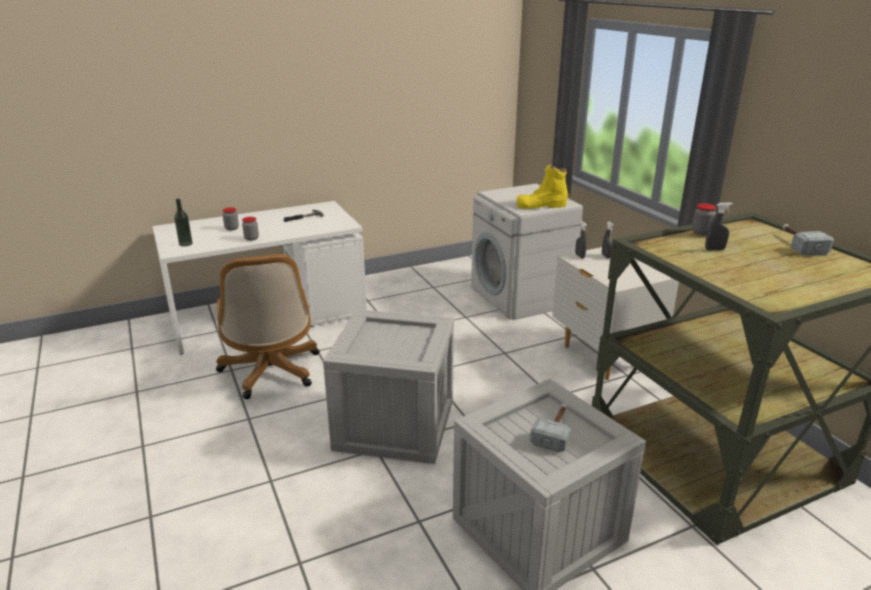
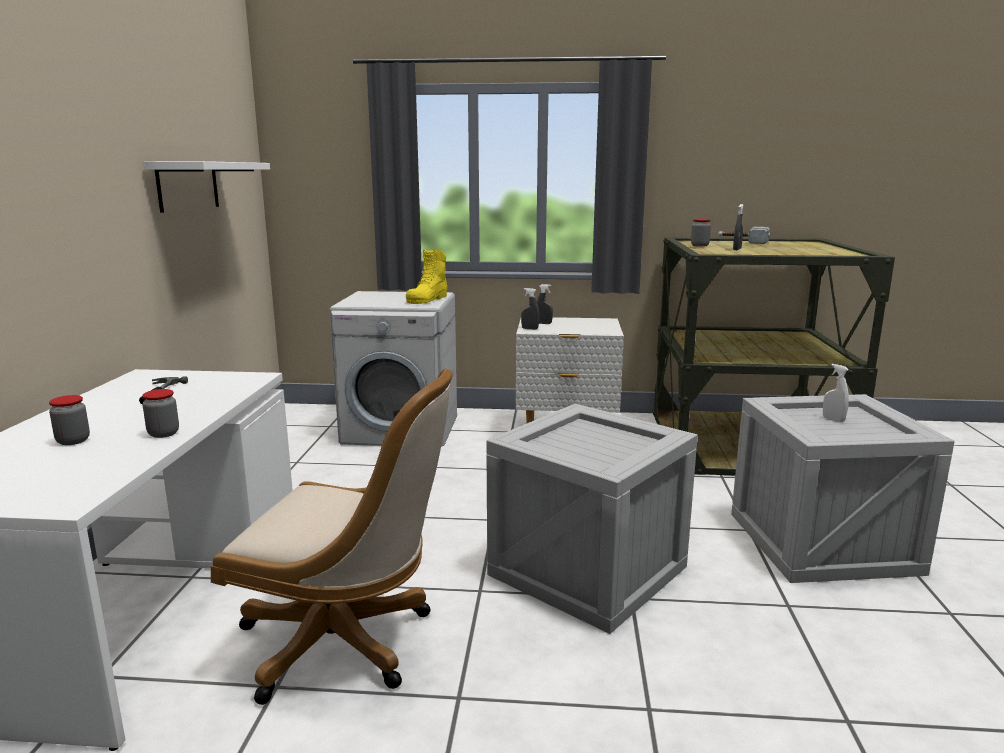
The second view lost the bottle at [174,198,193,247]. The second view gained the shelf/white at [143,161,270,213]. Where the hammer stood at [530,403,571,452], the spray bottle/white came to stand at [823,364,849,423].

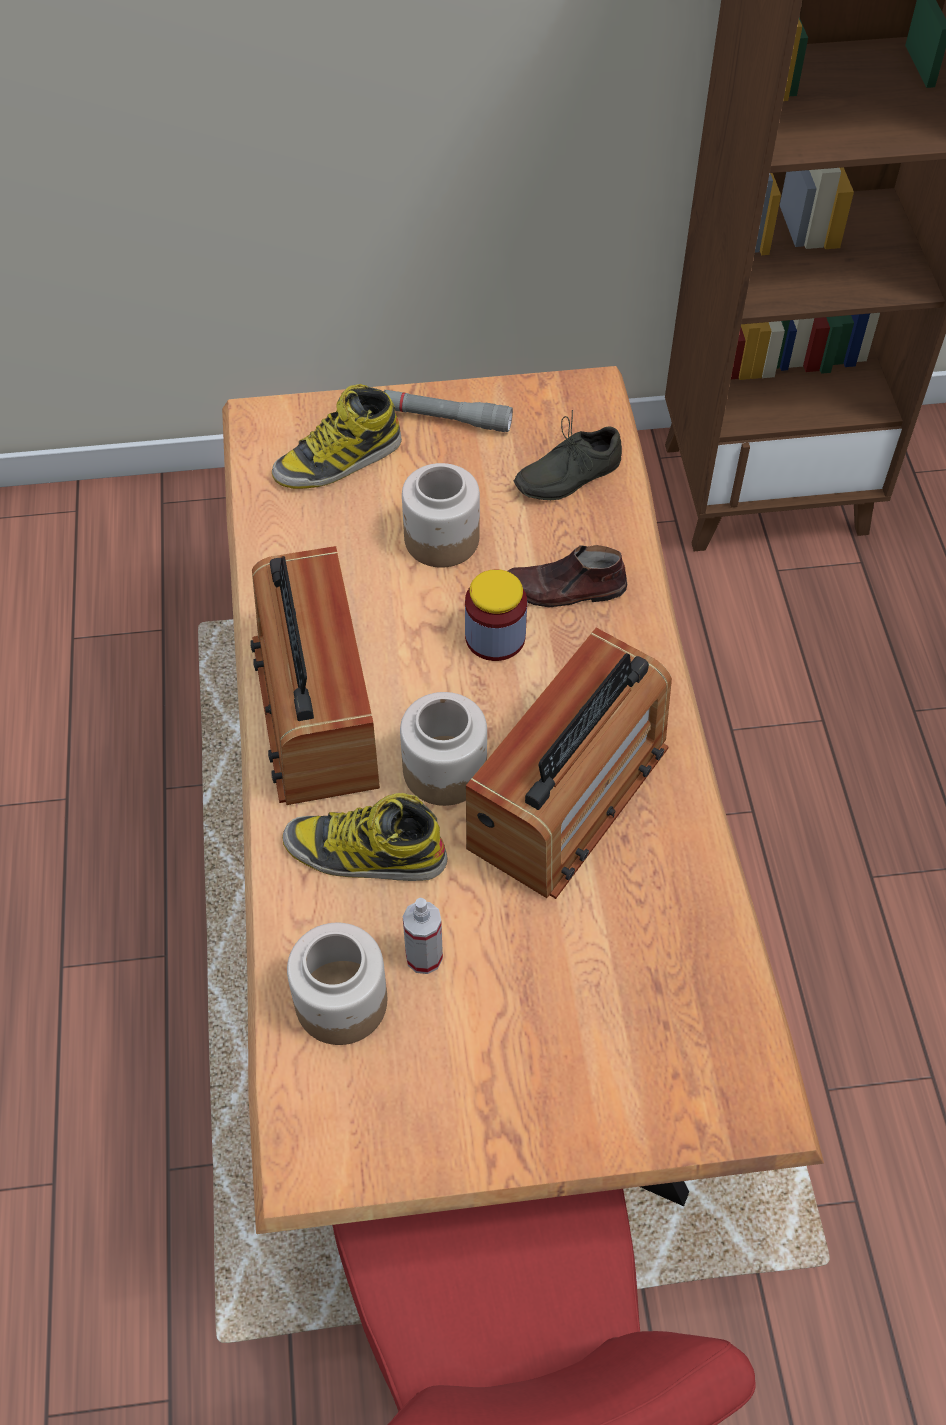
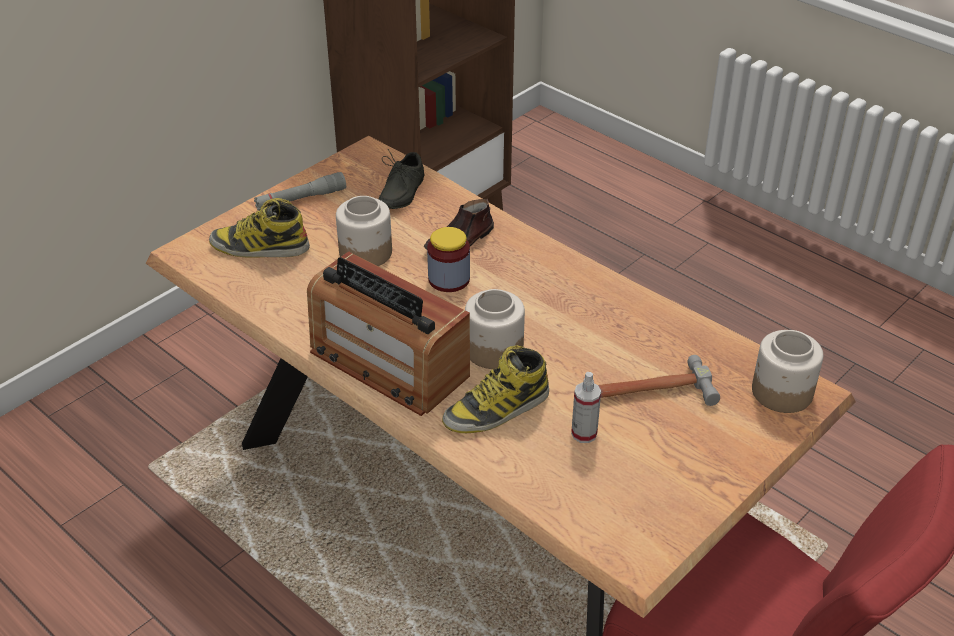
The second view lost the radio at [466,628,672,899]. The second view gained the hammer at [598,355,720,406]. The jar ended up elsewhere, having gone from [287,923,387,1045] to [752,330,823,413]. The boot at [272,384,402,489] ended up facing another way, 75 degrees clockwise from before.

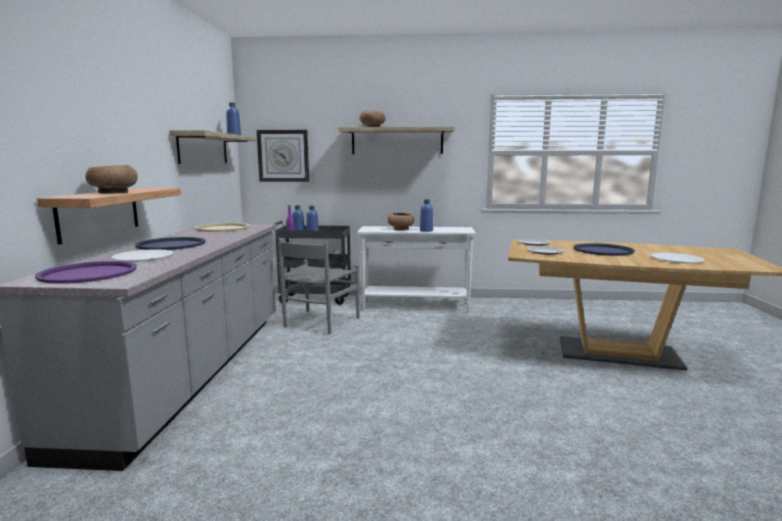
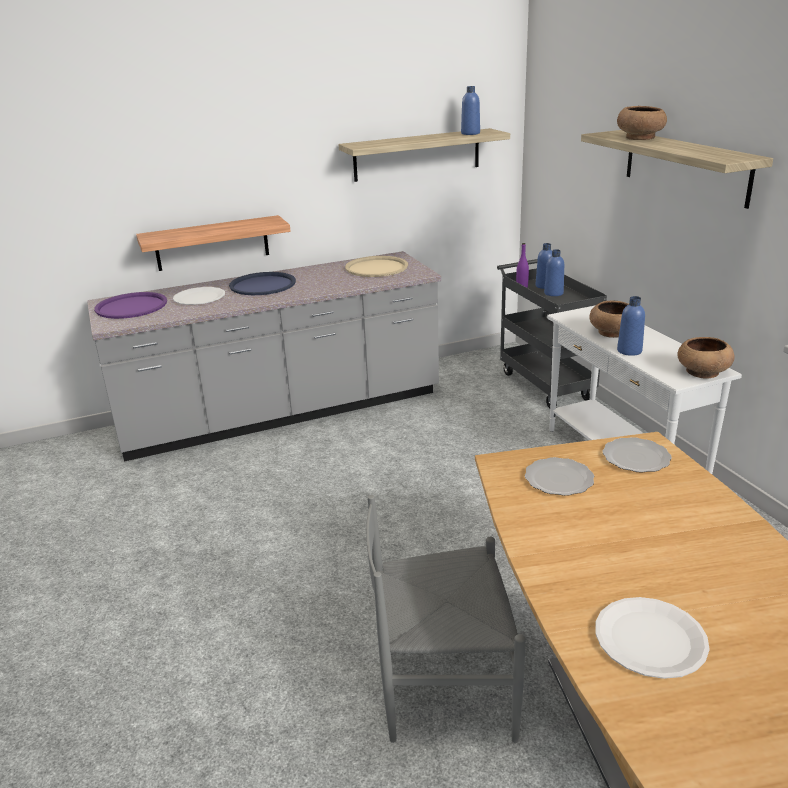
The second view lost the wall clock at [257,130,309,182]. The second view lost the tray/blue at [573,243,635,256]. The bowl/brown ended up elsewhere, having gone from [85,165,138,194] to [677,337,734,379]. The chair/grey ended up elsewhere, having gone from [278,238,360,334] to [366,495,526,743].

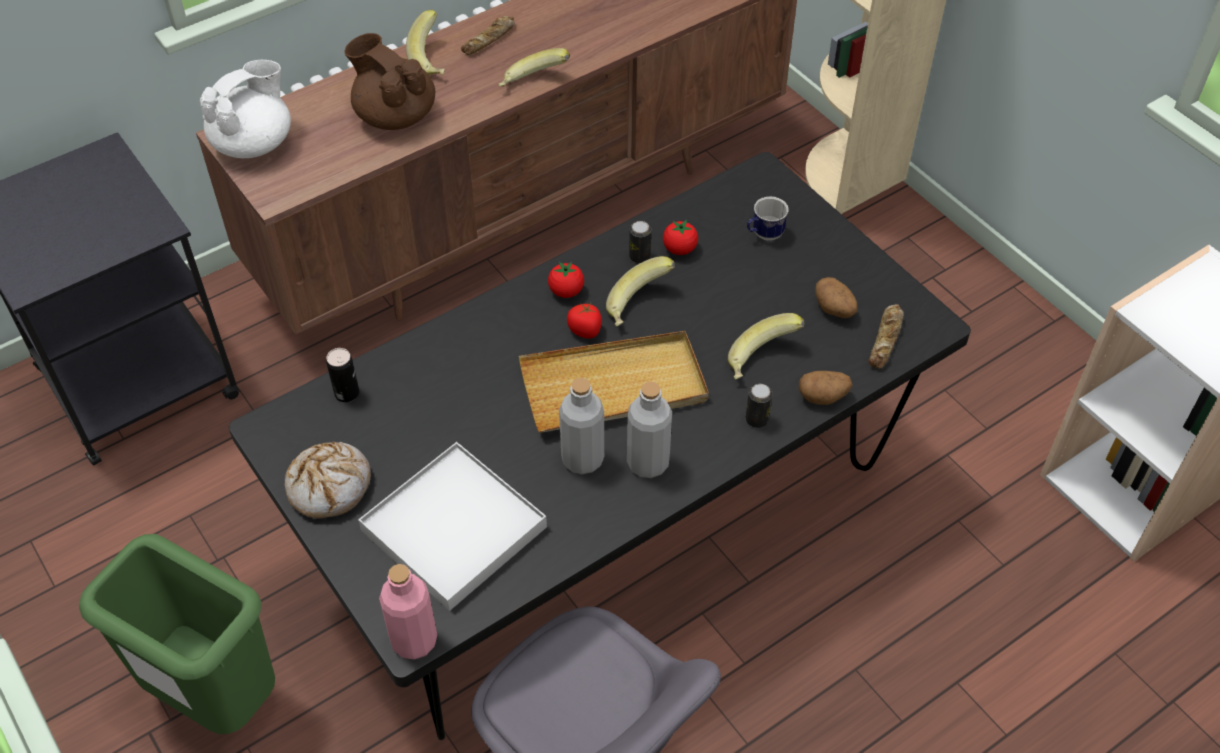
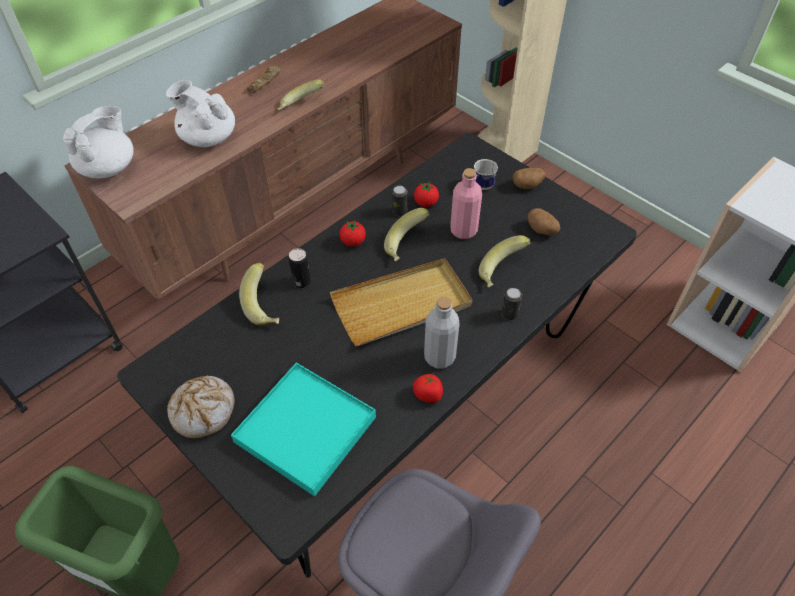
The second view lost the bottle/grey at [559,378,604,474]. The second view lost the bread at [868,304,904,369]. The can ended up elsewhere, having gone from [326,348,359,402] to [289,248,311,288]. The bottle/pink ended up elsewhere, having gone from [379,564,437,660] to [450,168,482,239]. The banana ended up elsewhere, having gone from [406,10,445,75] to [239,263,279,325]. The tomato ended up elsewhere, having gone from [567,303,602,339] to [413,374,443,403]. The potato ended up elsewhere, having gone from [799,371,853,405] to [512,168,546,189]. What was the teapot/brown at [344,33,435,130] turned into the teapot/white at [166,80,235,147]. What was the tray/white at [358,442,547,611] turned into the tray/turquoise at [231,363,376,496].

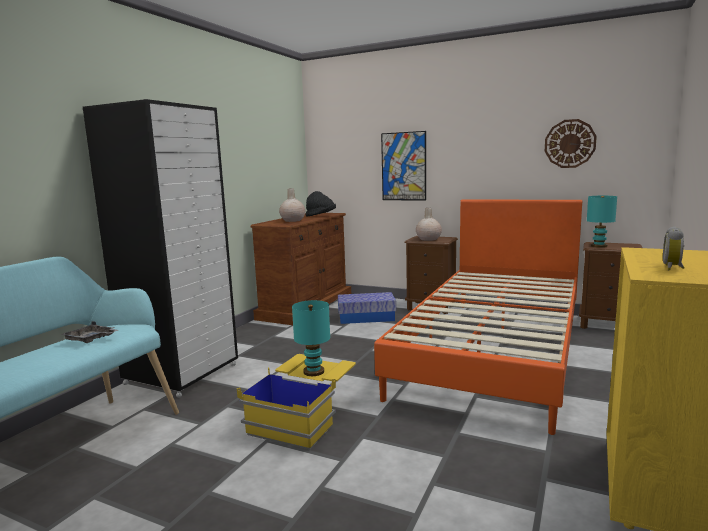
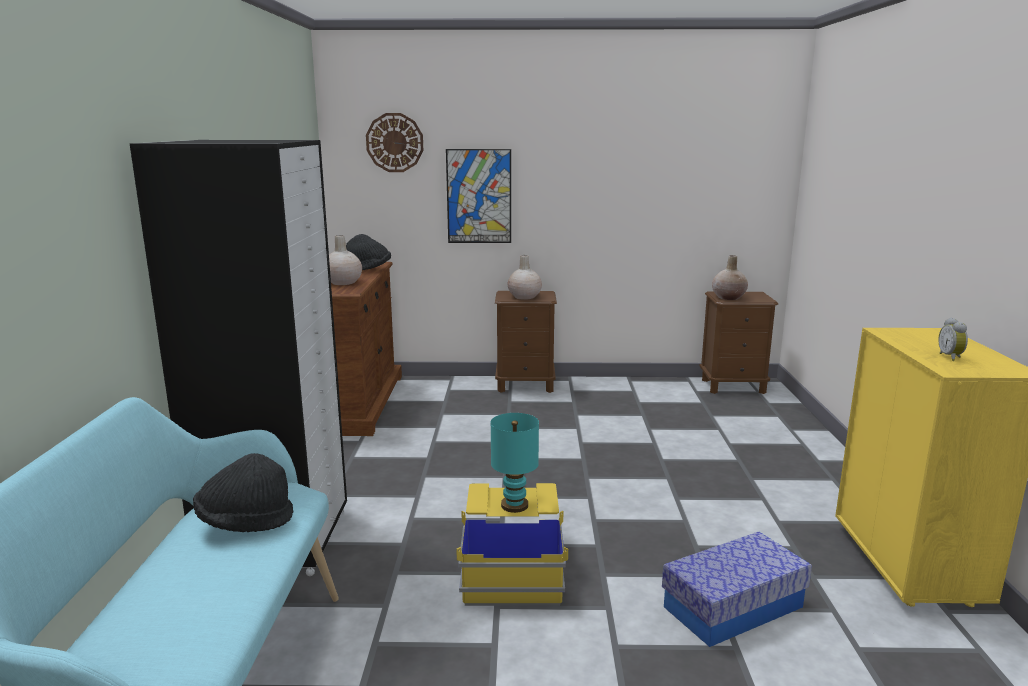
The second view lost the bed/orange at [374,199,582,435]. The storage box ended up elsewhere, having gone from [338,292,396,324] to [662,532,812,647]. The wall clock ended up elsewhere, having gone from [545,119,597,168] to [366,113,423,172]. Where the tray/grey stood at [61,321,118,343], the hat/black came to stand at [193,453,294,532]. Where the table lamp/turquoise stood at [587,196,617,248], the vase/beige came to stand at [712,255,748,300].

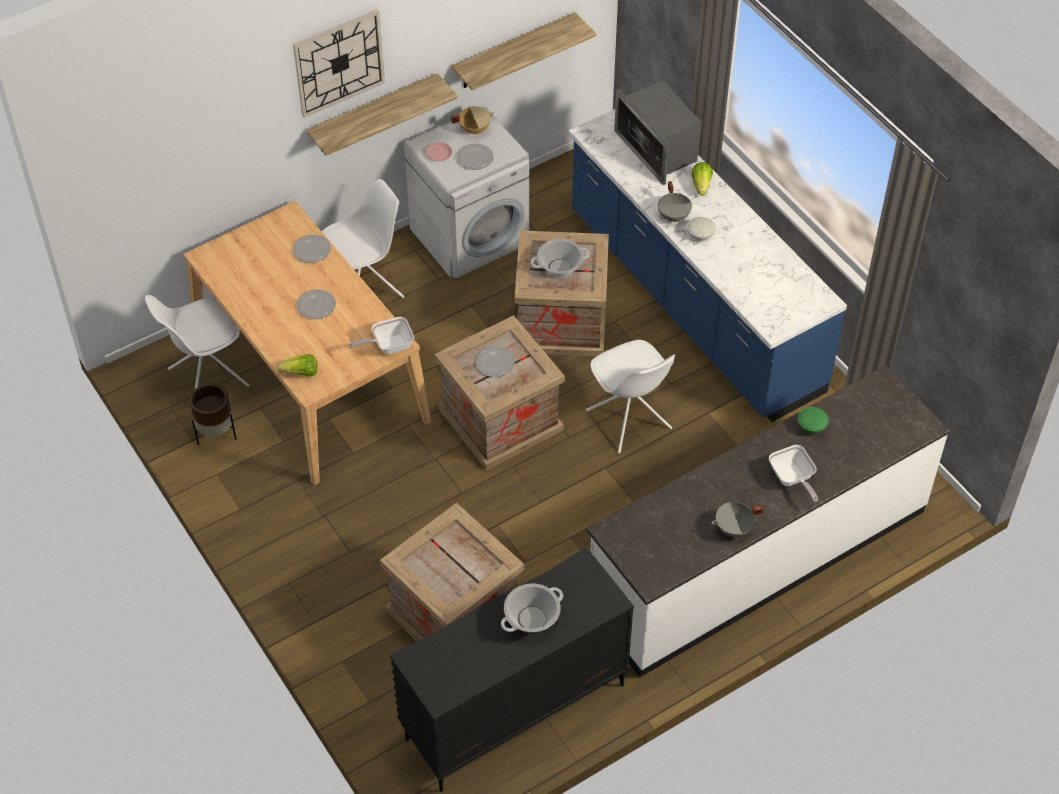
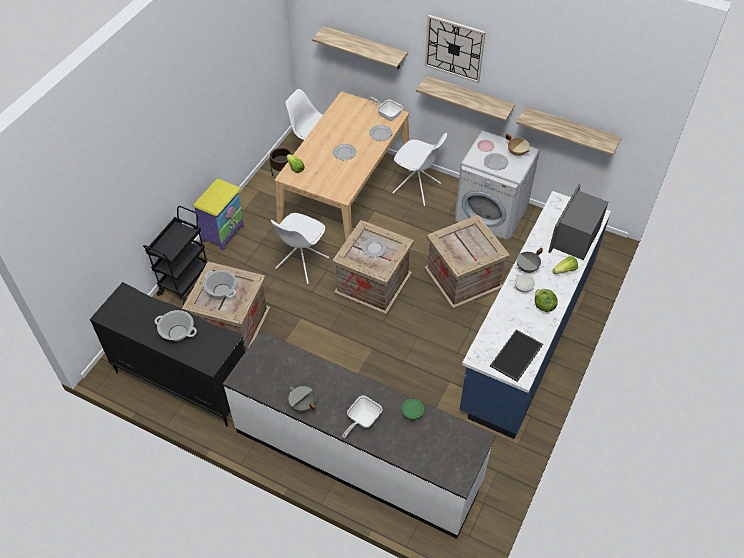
The second view gained the cart/black at [143,206,208,305]. The second view gained the nightstand at [193,178,244,250]. The second view gained the shelf at [312,26,408,69]. The second view gained the tray at [490,330,543,382]. The second view gained the lettuce at [535,289,558,312]. The frying pan ended up elsewhere, having gone from [349,317,414,354] to [369,97,403,121]. The cooking pot ended up elsewhere, having gone from [531,239,590,278] to [204,270,237,298]. The chair/white ended up elsewhere, having gone from [586,340,675,453] to [271,213,329,284].

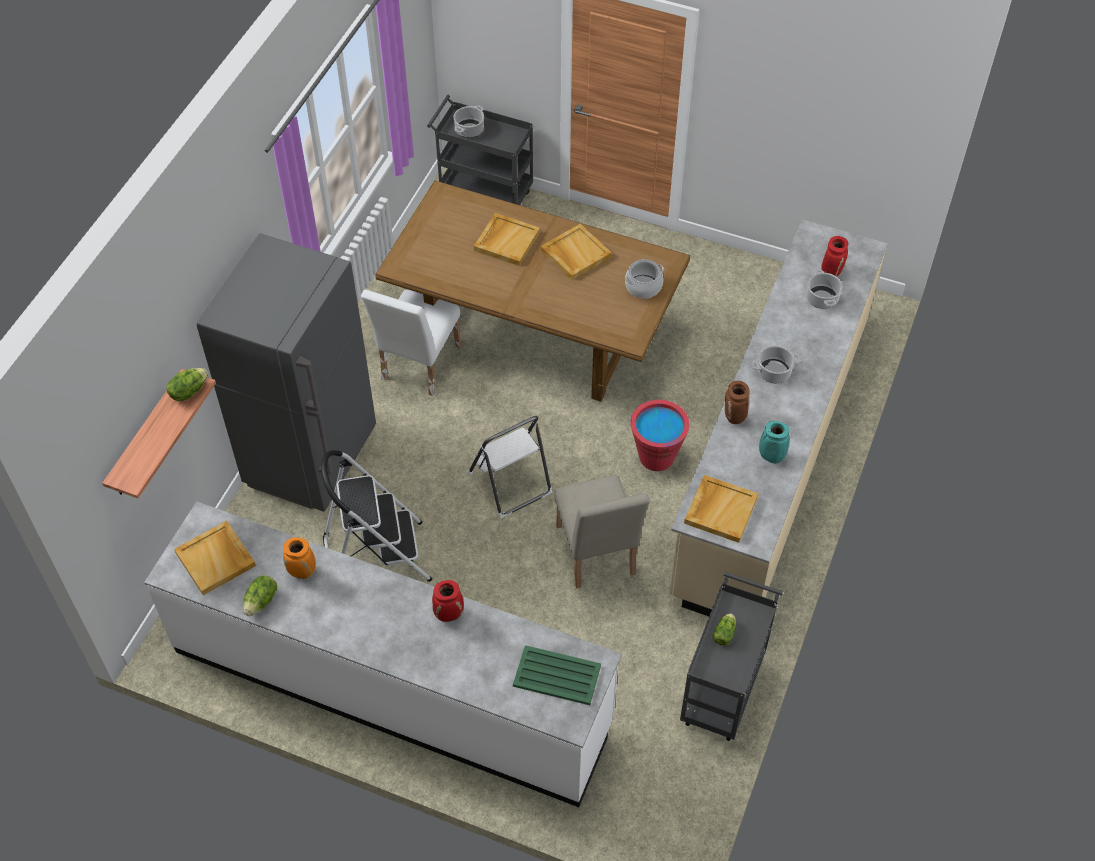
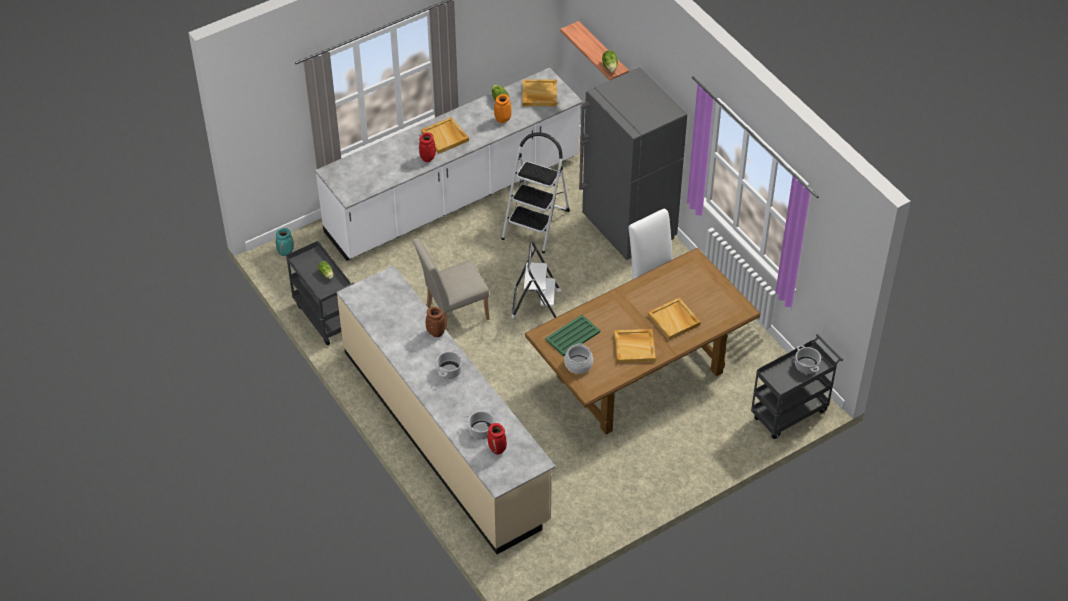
The second view lost the bucket/red at [631,400,690,471]. The tray/green ended up elsewhere, having gone from [513,645,601,705] to [545,315,600,356]. The tray/beige ended up elsewhere, having gone from [684,475,759,543] to [421,117,469,154]. The vase/turquoise ended up elsewhere, having gone from [759,421,790,463] to [276,228,294,256]. The chair/beige at [554,475,650,588] ended up facing another way, 45 degrees counterclockwise from before.

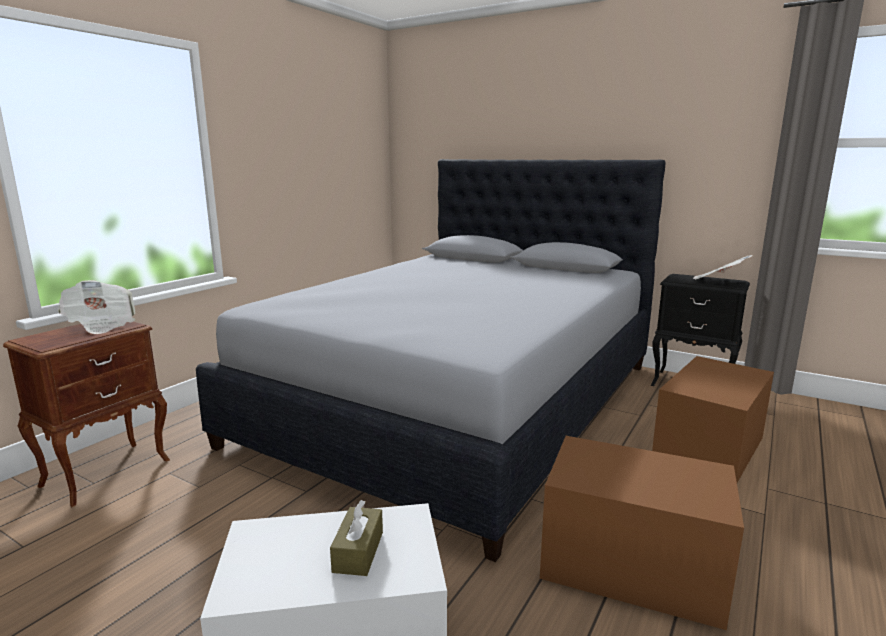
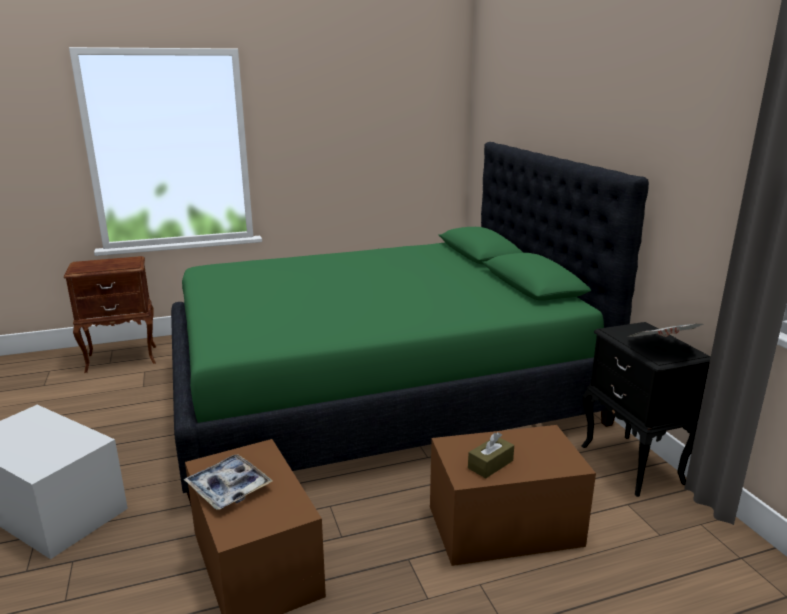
The second view lost the newspaper at [58,280,135,334]. The second view gained the tray at [184,454,273,510]. The tissue box/brown ended up elsewhere, having gone from [330,500,383,576] to [468,432,514,478]. What was the bed/grey at [196,159,666,562] turned into the bed/green at [171,142,649,505].

